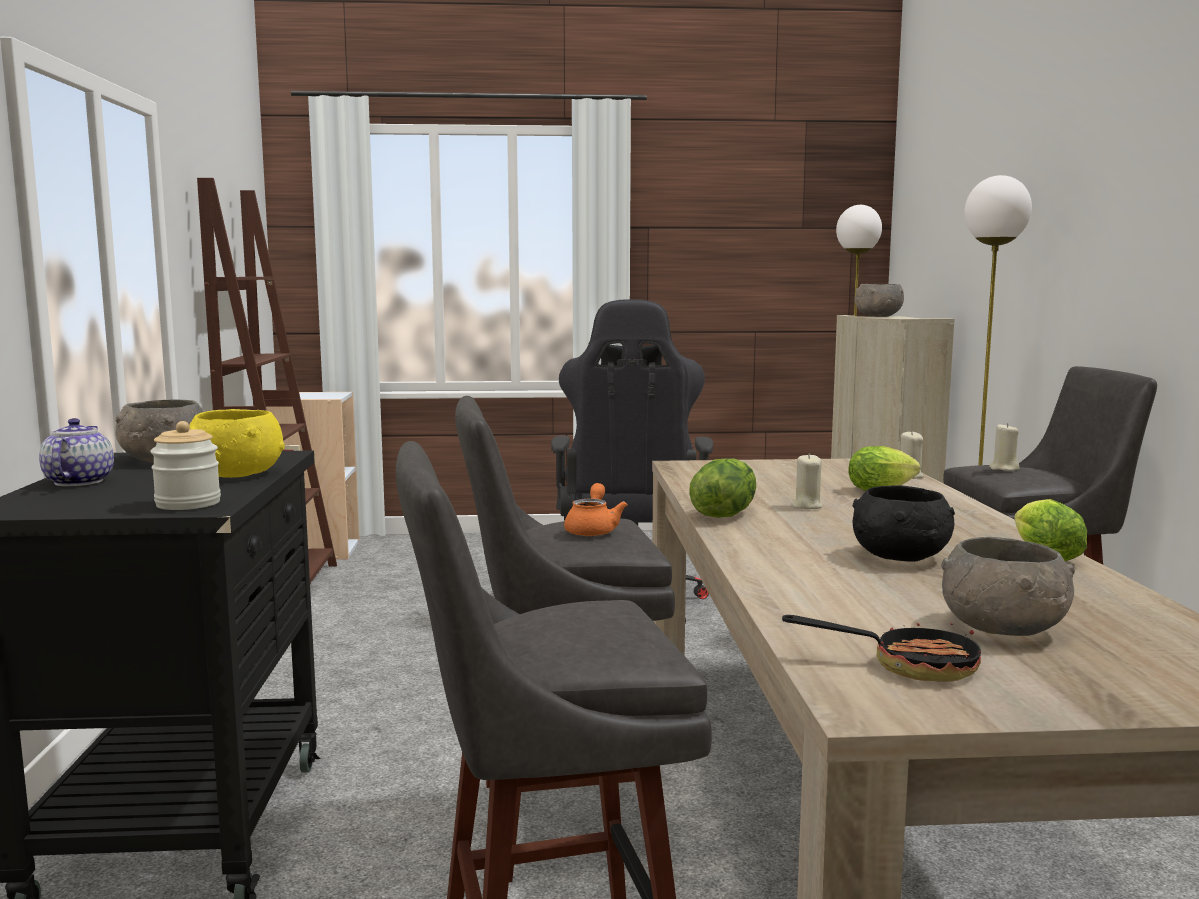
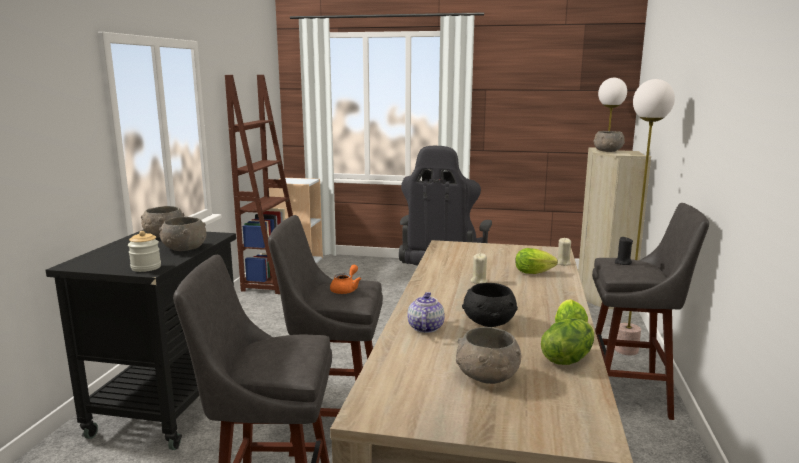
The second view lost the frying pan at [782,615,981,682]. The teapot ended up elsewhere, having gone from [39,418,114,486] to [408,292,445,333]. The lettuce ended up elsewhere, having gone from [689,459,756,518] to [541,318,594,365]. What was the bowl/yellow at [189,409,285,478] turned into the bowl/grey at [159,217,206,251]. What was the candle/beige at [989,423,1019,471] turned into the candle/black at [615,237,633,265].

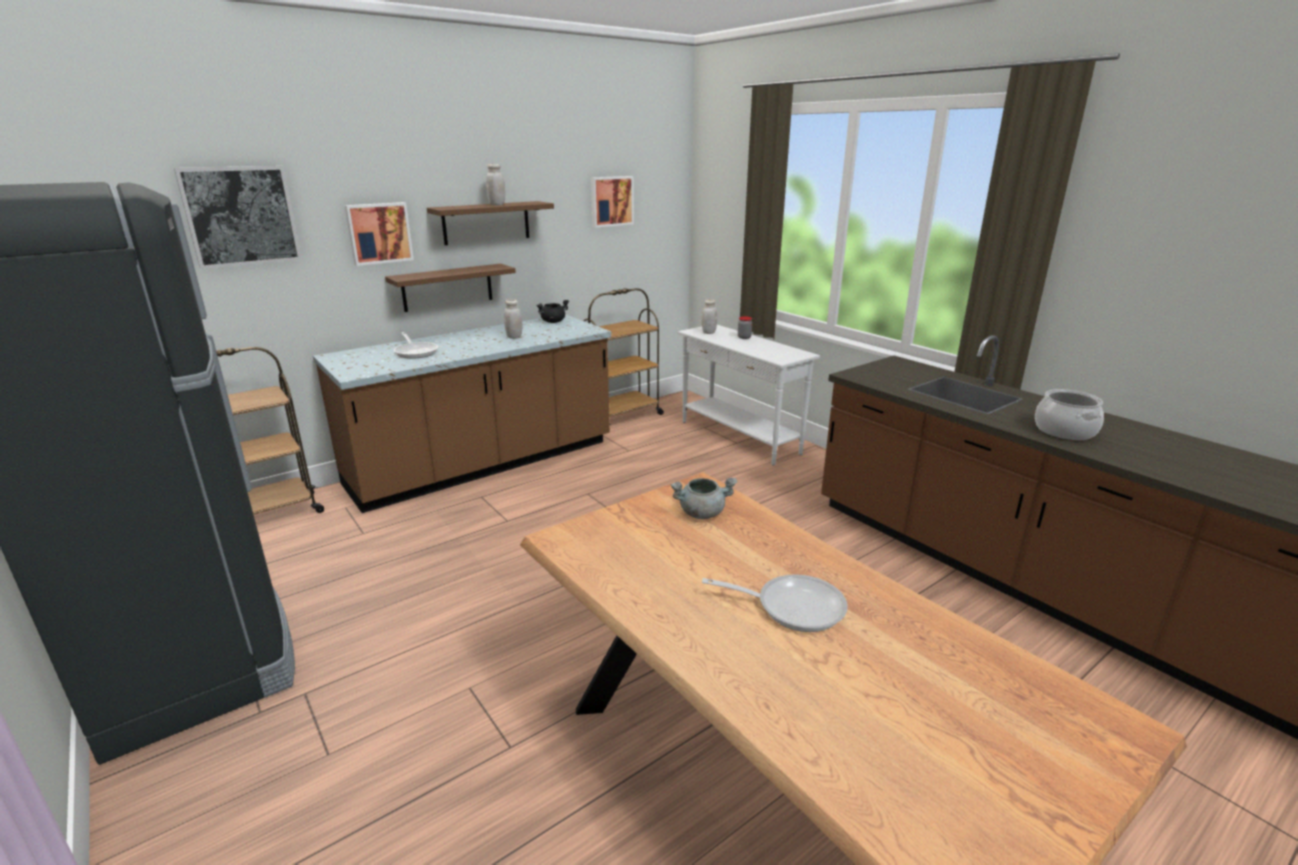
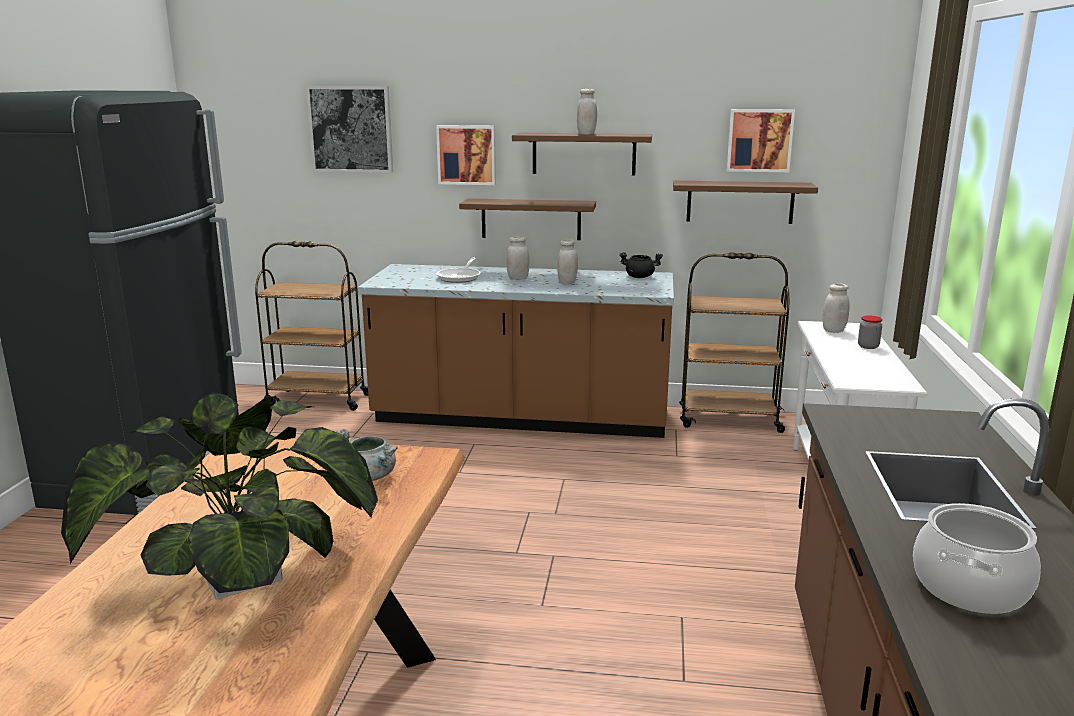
The second view gained the jar/white at [506,236,529,280]. The second view gained the shelf/brown at [673,180,818,224]. Where the frying pan stood at [702,574,848,632], the potted plant came to stand at [61,392,378,600].

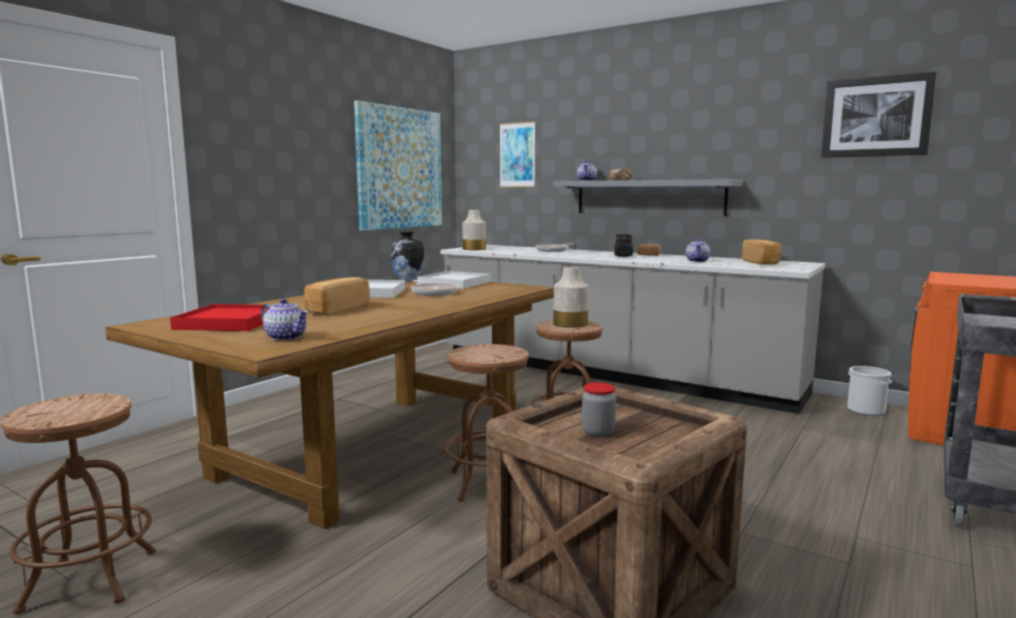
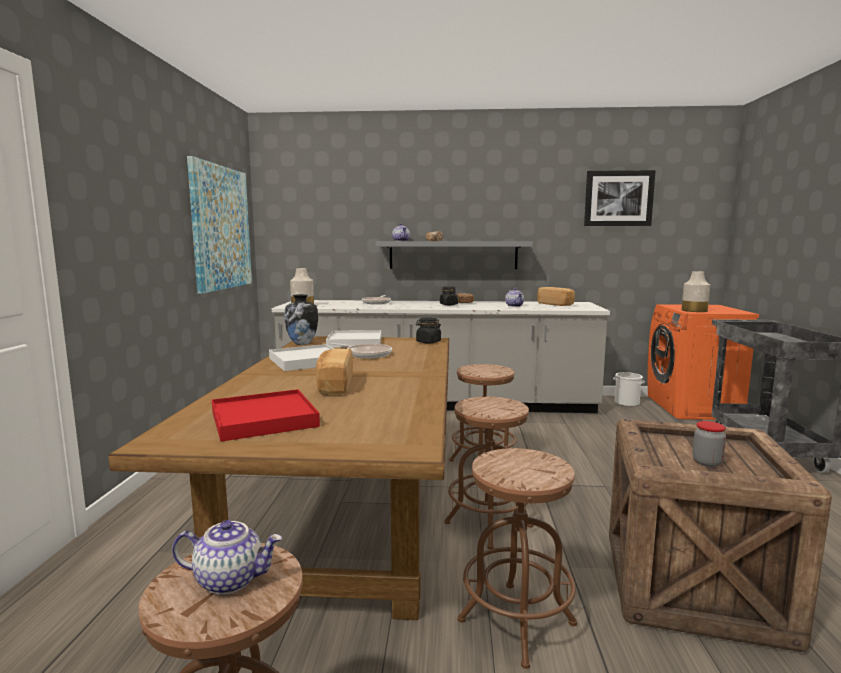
The second view lost the picture at [500,121,535,187]. The second view gained the jar/black at [416,317,441,344]. The second view gained the stool/brown at [457,448,577,669]. The teapot ended up elsewhere, having gone from [261,298,308,341] to [172,520,282,595]. The vase/beige ended up elsewhere, having gone from [553,266,589,328] to [681,271,710,312].

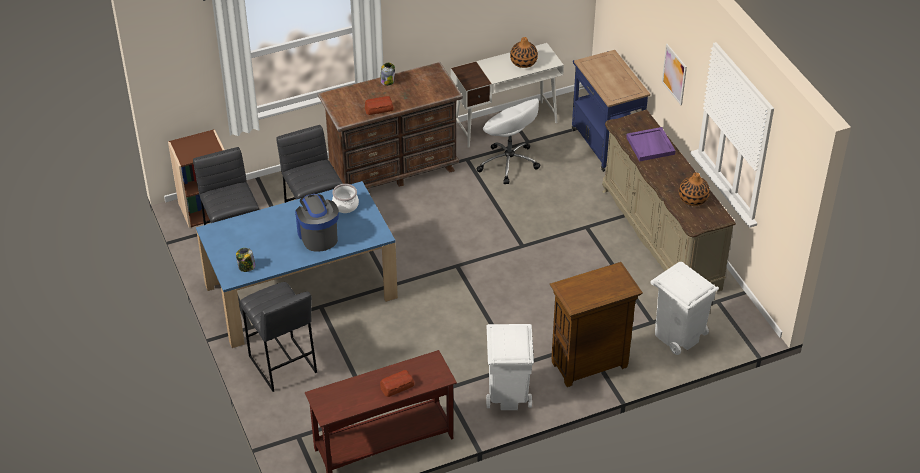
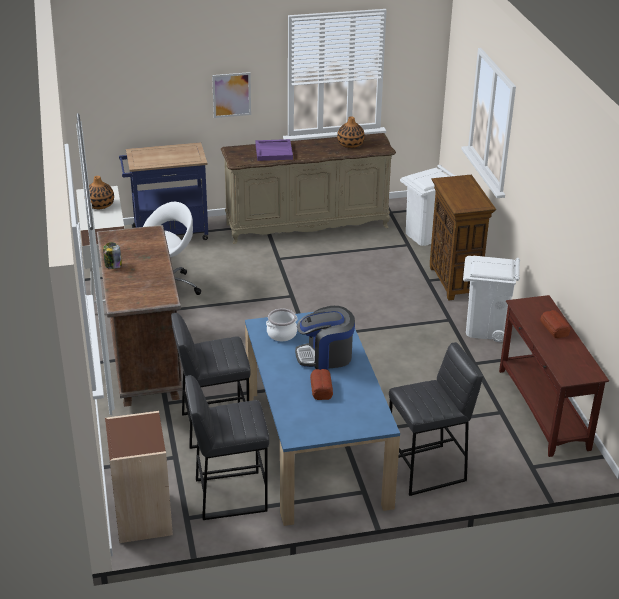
The second view lost the jar at [236,248,256,272]. The bread ended up elsewhere, having gone from [365,96,394,115] to [310,369,333,400].

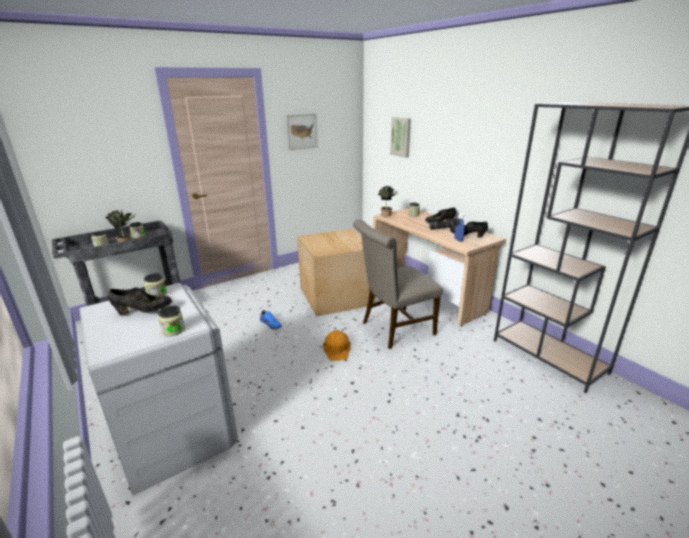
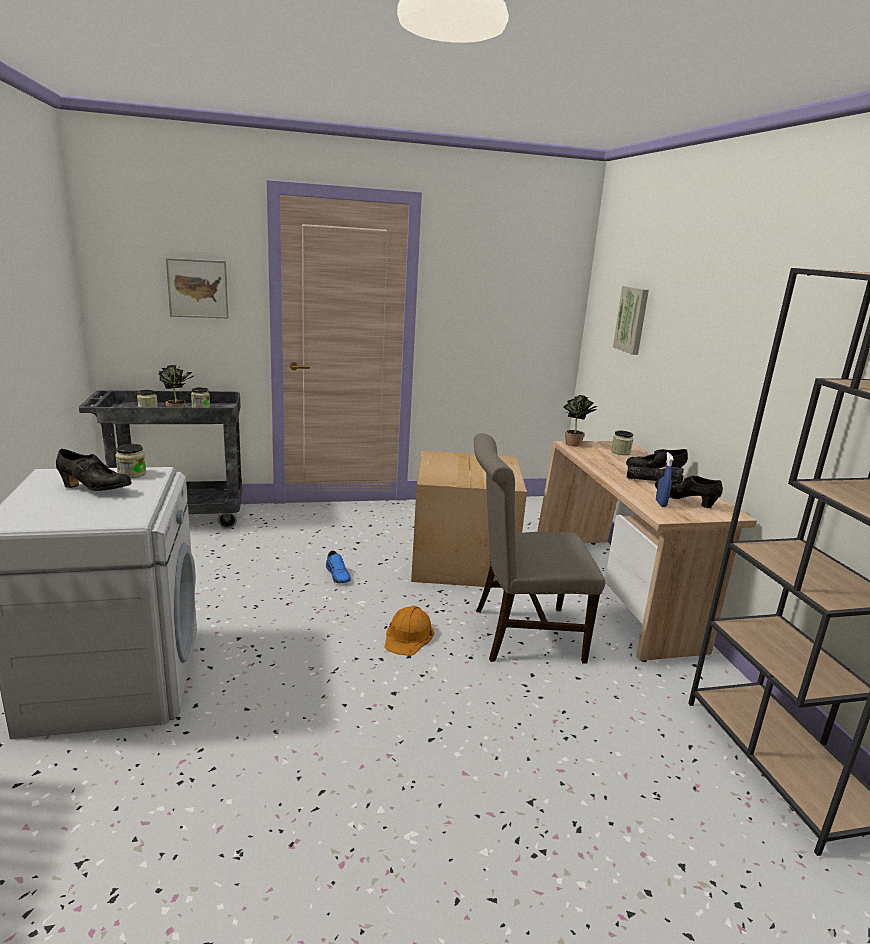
The second view lost the jar at [158,306,185,336]. The picture ended up elsewhere, having gone from [286,114,317,150] to [166,258,228,319].

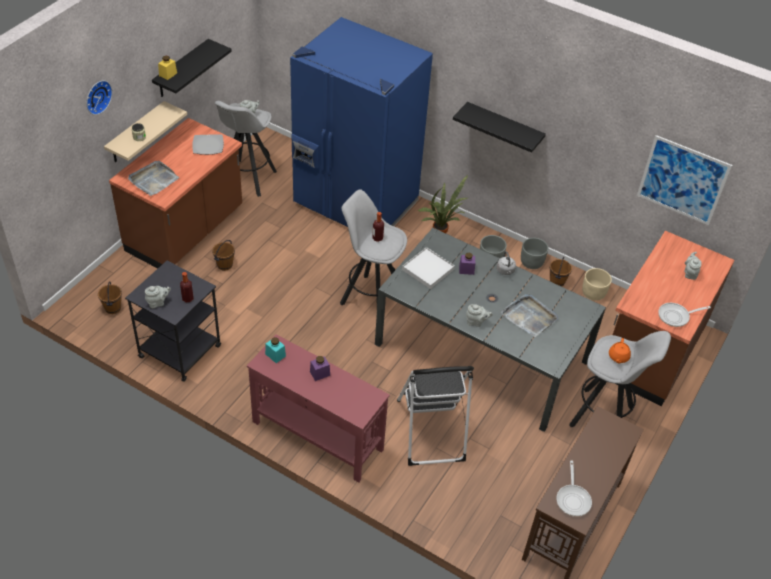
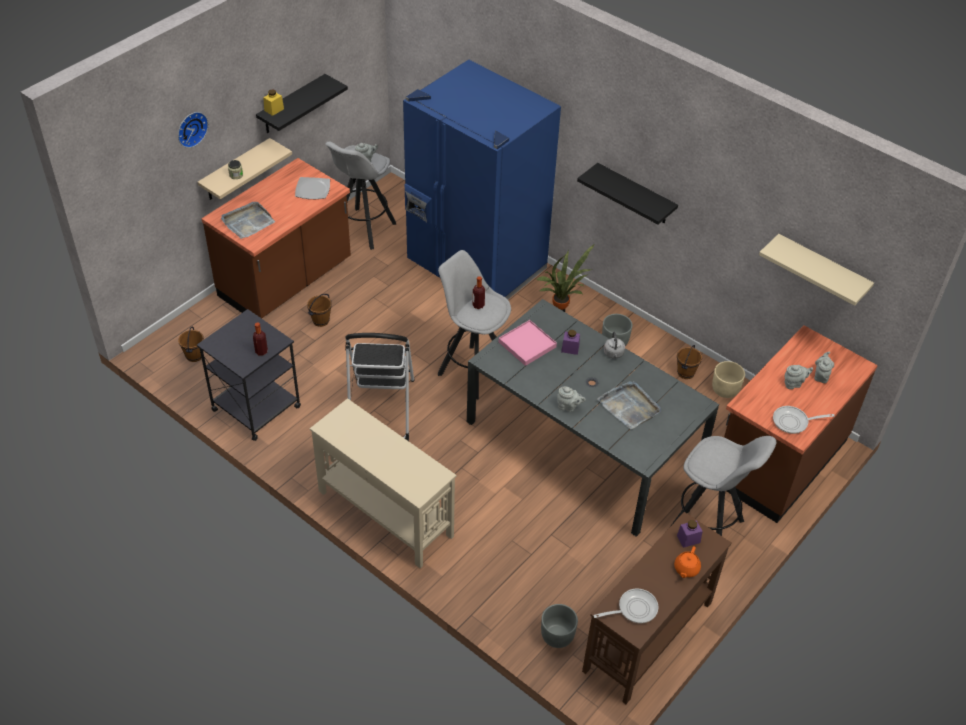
The second view lost the jar/turquoise at [265,337,286,363]. The teapot/grey ended up elsewhere, having gone from [145,286,171,308] to [785,365,813,389]. The jar/purple ended up elsewhere, having gone from [310,356,330,381] to [677,520,703,548]. The step ladder ended up elsewhere, having gone from [397,366,474,466] to [345,333,415,441]. The planter/grey ended up elsewhere, having gone from [521,238,548,269] to [541,604,578,648]. The teapot/orange ended up elsewhere, having gone from [609,338,631,364] to [674,546,701,578]. Where the picture hung at [637,135,732,225], the shelf/beige came to hang at [759,234,874,306]. What was the console table/red at [247,334,390,483] turned into the console table/beige at [310,398,456,568]. What was the tray/white at [402,247,455,289] turned into the tray/pink at [499,320,557,366]. The frying pan at [556,461,592,517] ended up facing another way, 120 degrees counterclockwise from before.

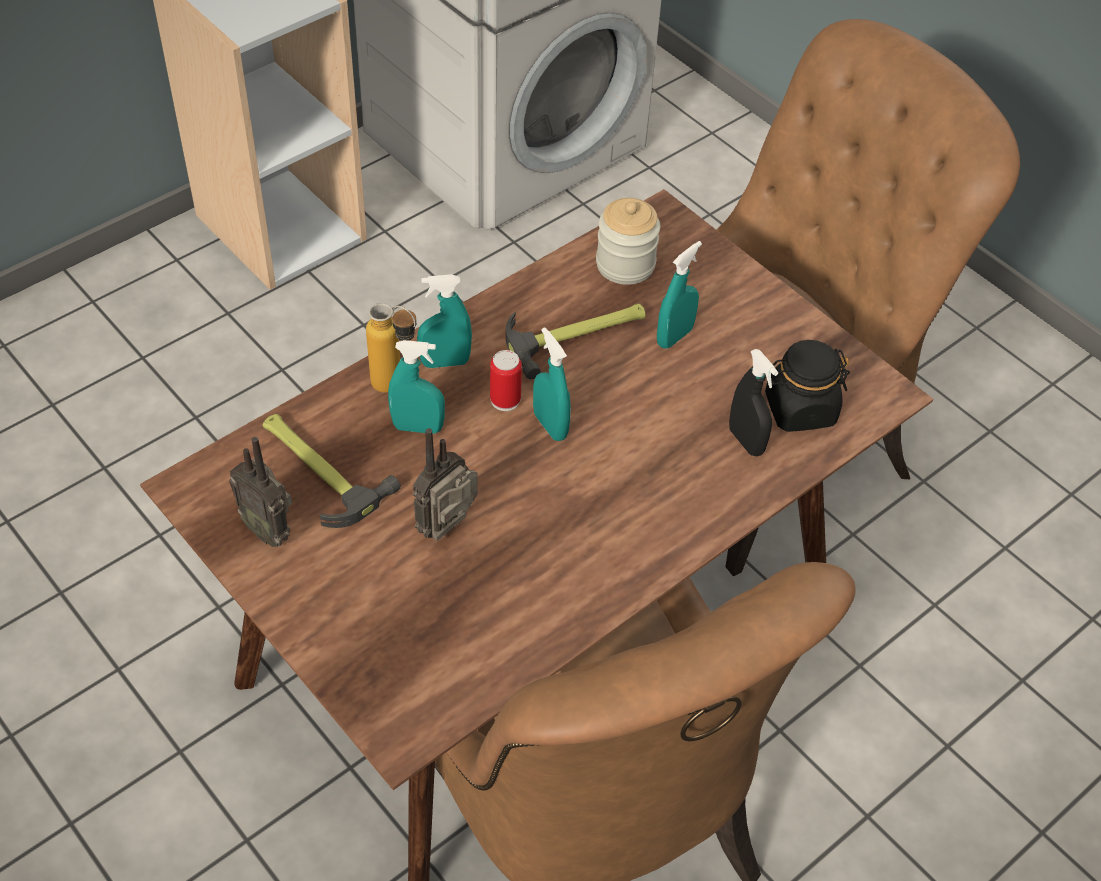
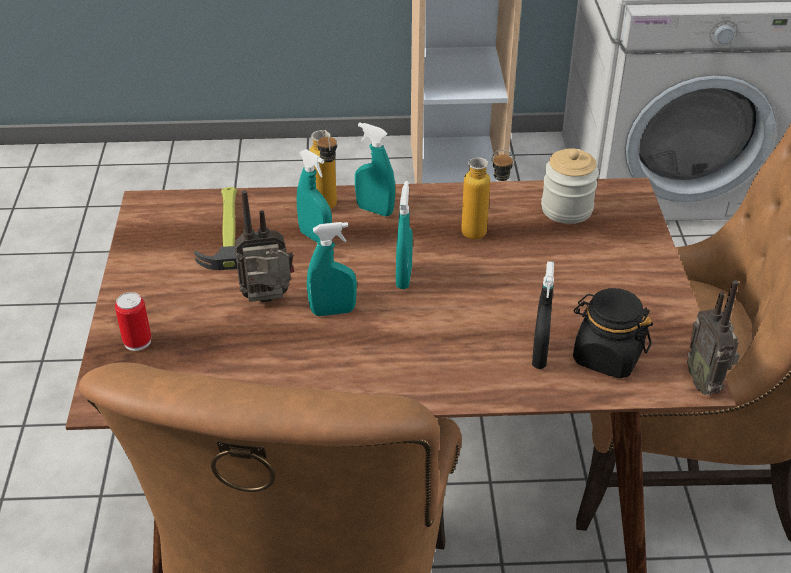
The radio ended up elsewhere, having gone from [229,437,292,547] to [687,280,740,395]. The can ended up elsewhere, having gone from [490,350,522,411] to [115,292,151,351]. The spray bottle/turquoise ended up elsewhere, having gone from [657,241,702,348] to [307,222,357,316]. Where the hammer stood at [506,303,646,379], the bottle came to stand at [461,150,515,240].

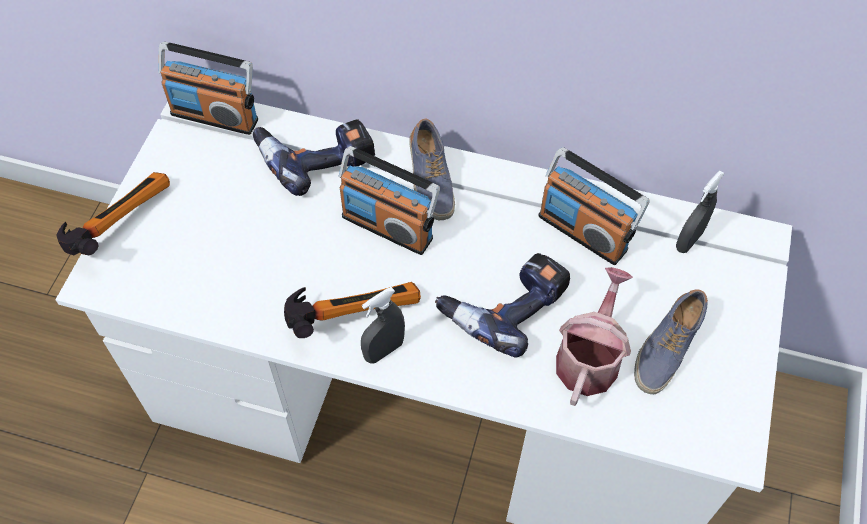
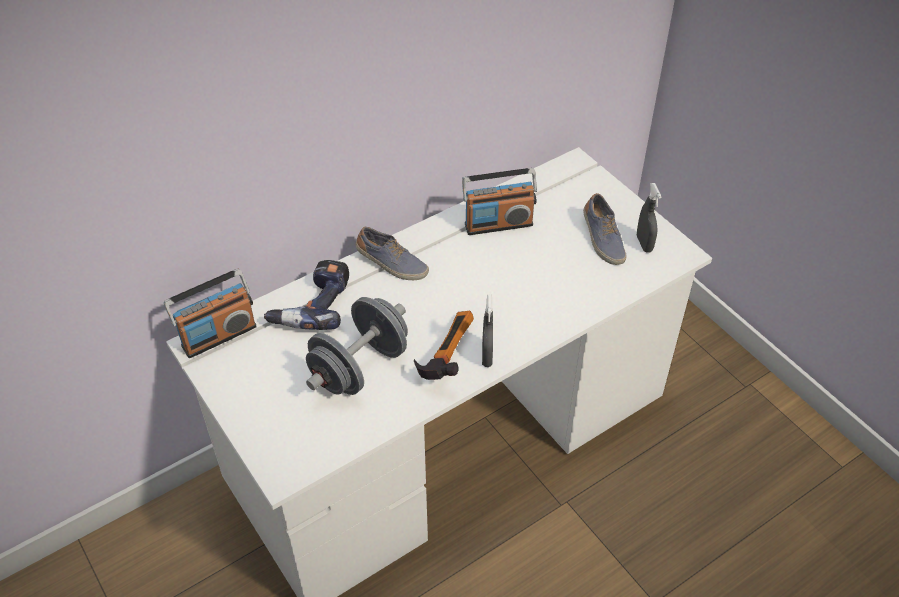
The second view lost the hammer at [56,172,170,256]. The second view lost the radio at [338,146,440,255]. The second view lost the power drill at [435,253,570,357]. The second view lost the watering can at [556,267,633,406]. The second view gained the dumbbell/grey at [306,297,408,395]. The spray bottle/grey ended up elsewhere, having gone from [676,170,725,253] to [637,183,662,253].

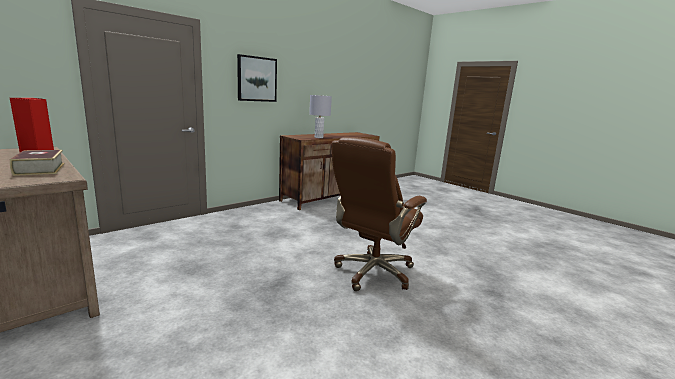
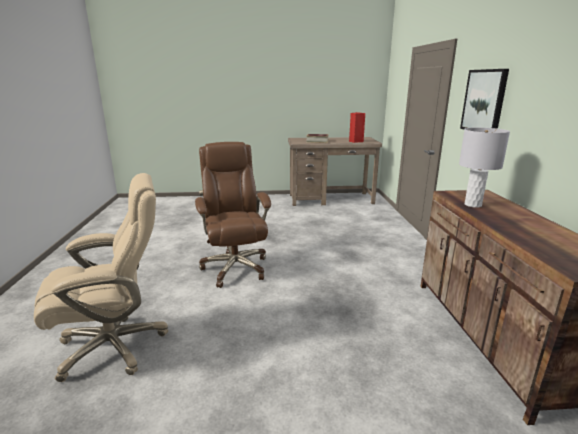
The second view gained the office chair/beige at [34,173,168,382].

